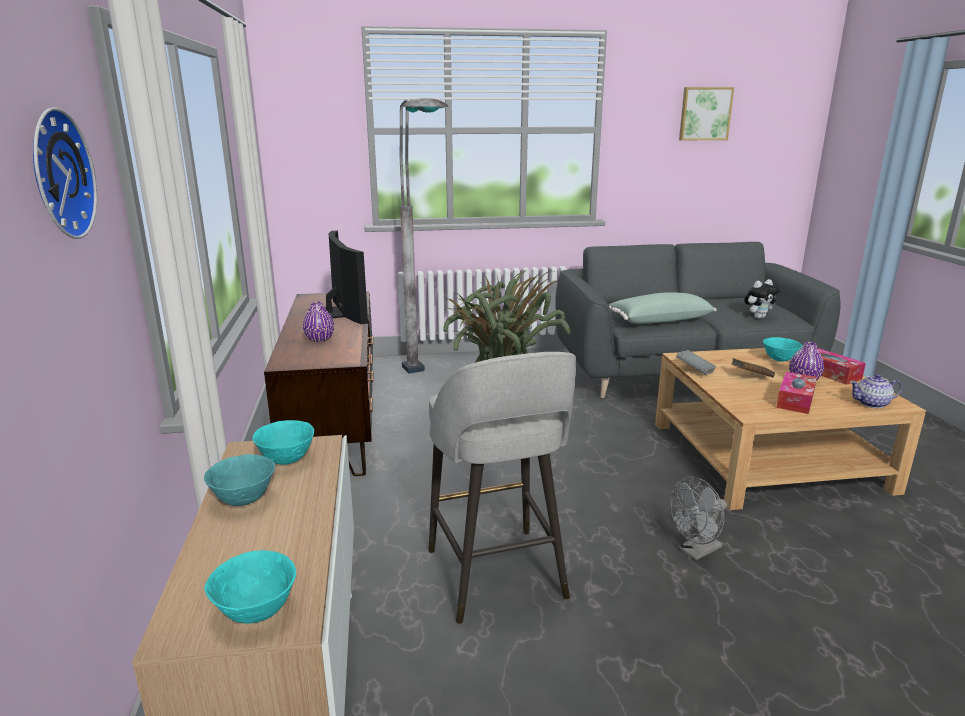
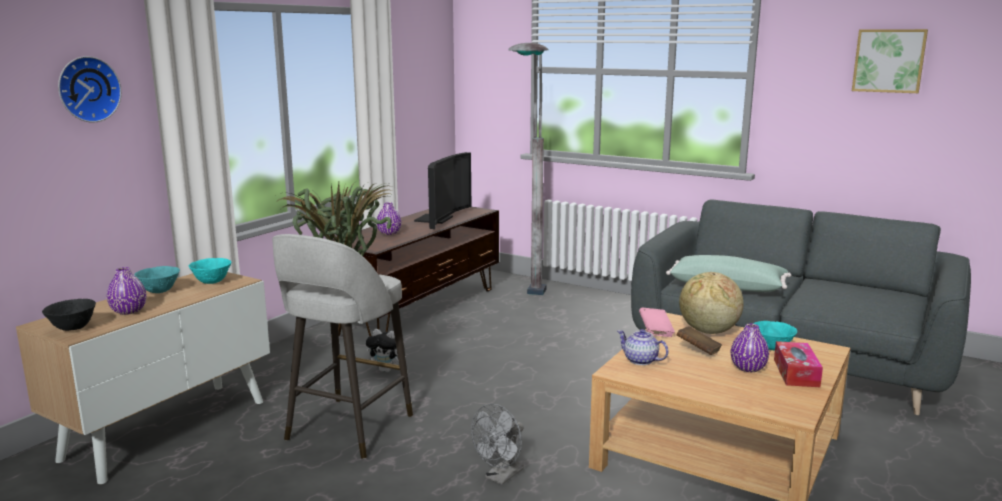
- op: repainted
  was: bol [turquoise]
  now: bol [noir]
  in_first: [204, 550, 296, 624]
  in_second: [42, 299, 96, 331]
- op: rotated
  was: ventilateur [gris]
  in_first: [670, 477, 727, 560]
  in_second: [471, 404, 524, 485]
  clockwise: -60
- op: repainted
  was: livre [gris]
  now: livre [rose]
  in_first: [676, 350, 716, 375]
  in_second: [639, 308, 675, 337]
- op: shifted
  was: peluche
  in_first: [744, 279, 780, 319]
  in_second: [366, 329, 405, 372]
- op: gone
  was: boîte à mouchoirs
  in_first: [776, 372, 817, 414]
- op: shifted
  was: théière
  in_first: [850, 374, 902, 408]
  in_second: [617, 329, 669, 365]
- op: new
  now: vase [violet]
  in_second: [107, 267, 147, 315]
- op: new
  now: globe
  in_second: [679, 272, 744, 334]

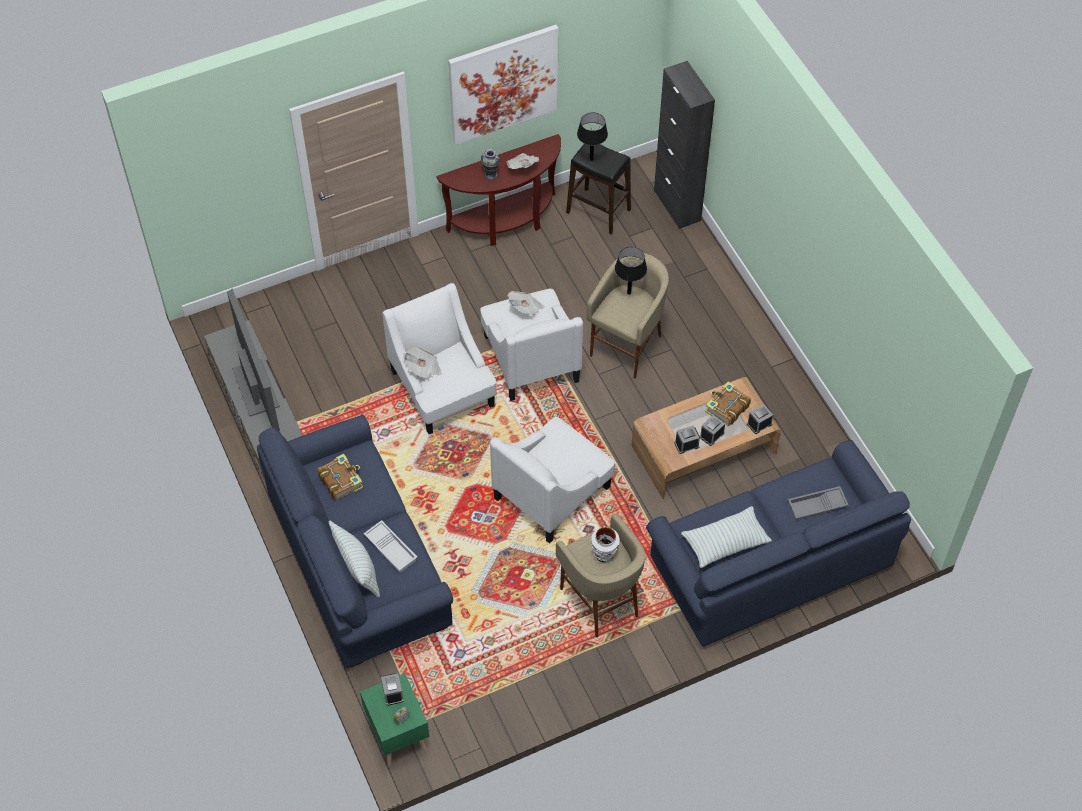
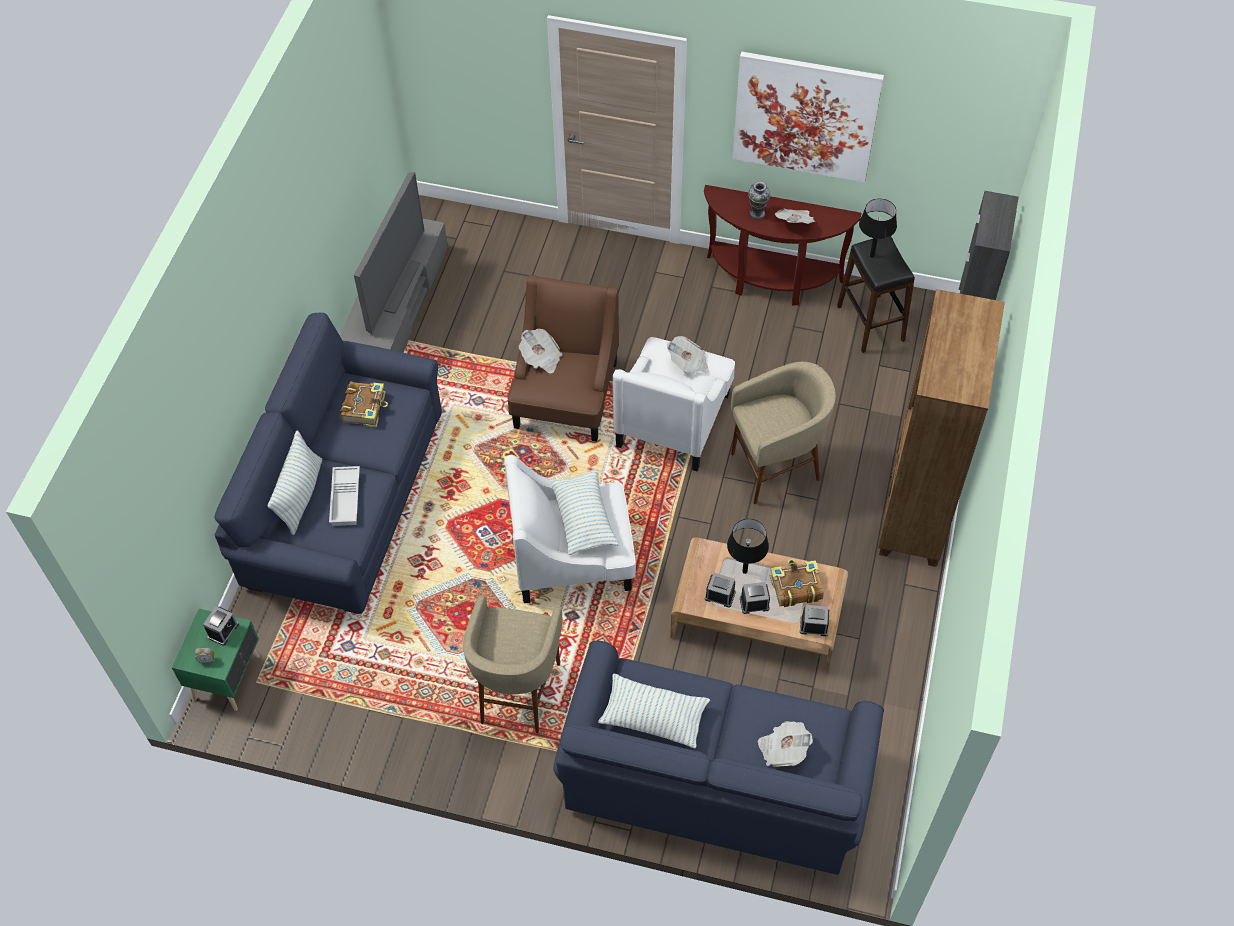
- op: repainted
  was: fauteuil [blanc]
  now: fauteuil [marron]
  in_first: [382, 283, 497, 434]
  in_second: [507, 275, 619, 442]
- op: gone
  was: vase [blanc]
  in_first: [591, 527, 620, 562]
- op: shifted
  was: lampe de table [noir]
  in_first: [615, 247, 647, 295]
  in_second: [727, 519, 769, 574]
- op: swapped
  was: plateau [gris]
  now: journal
  in_first: [788, 486, 849, 521]
  in_second: [758, 721, 813, 767]
- op: new
  now: coussin
  in_second: [549, 469, 619, 555]
- op: new
  now: bibliothèque [marron]
  in_second: [878, 289, 1005, 567]

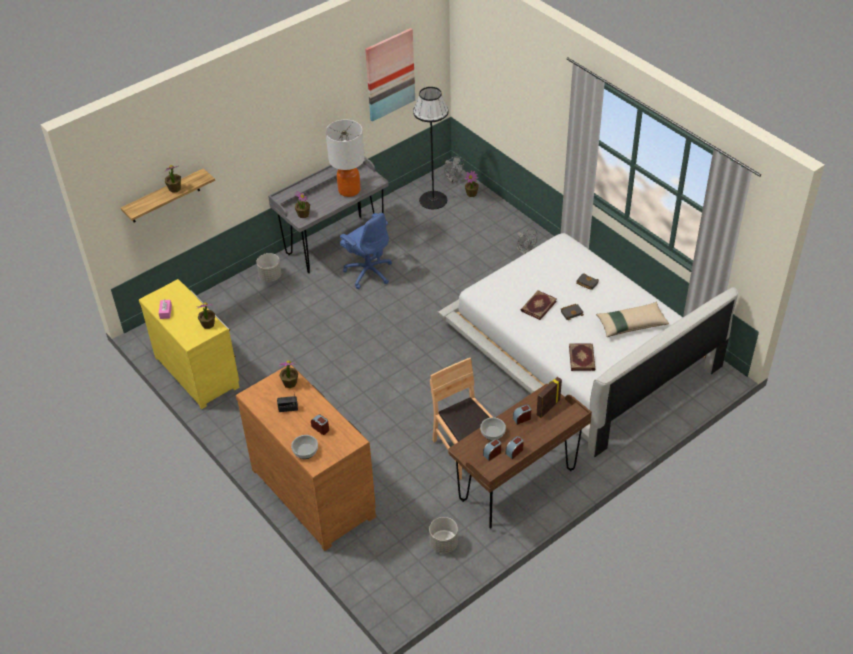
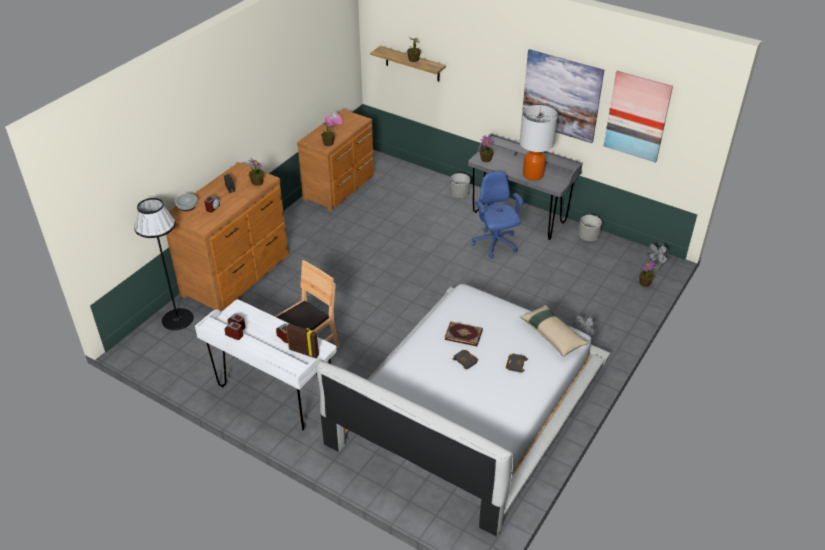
- op: repainted
  was: commode [jaune]
  now: commode [marron]
  in_first: [139, 279, 239, 409]
  in_second: [297, 109, 374, 211]
- op: rotated
  was: chaise de bureau [bleu]
  in_first: [340, 213, 392, 289]
  in_second: [472, 171, 524, 259]
  clockwise: 135
- op: shifted
  was: lampadaire [noir]
  in_first: [413, 87, 449, 209]
  in_second: [134, 198, 194, 330]
- op: shifted
  was: cache-pot [gris]
  in_first: [429, 517, 458, 553]
  in_second: [578, 215, 602, 241]
- op: repainted
  was: bureau [marron]
  now: bureau [blanc]
  in_first: [448, 384, 592, 528]
  in_second: [195, 299, 337, 430]
- op: gone
  was: bol
  in_first: [480, 417, 506, 441]
- op: gone
  was: livre
  in_first: [569, 343, 595, 371]
- op: shifted
  was: coussin [beige]
  in_first: [596, 302, 669, 337]
  in_second: [520, 305, 589, 357]
- op: new
  now: tableau
  in_second: [522, 49, 604, 143]

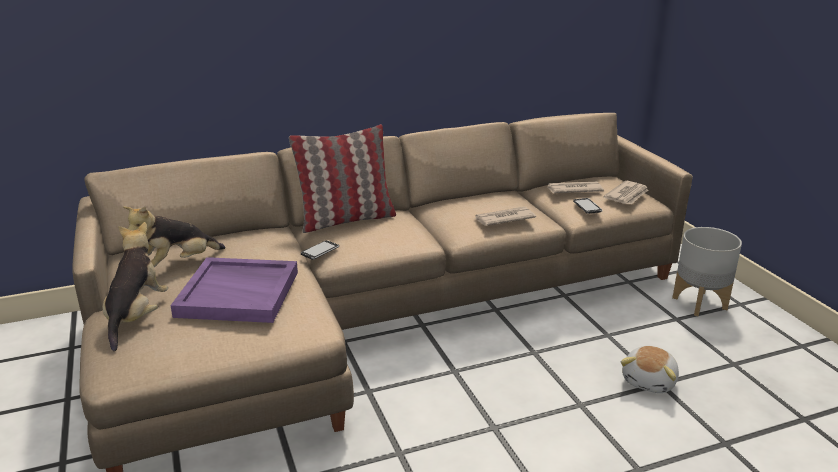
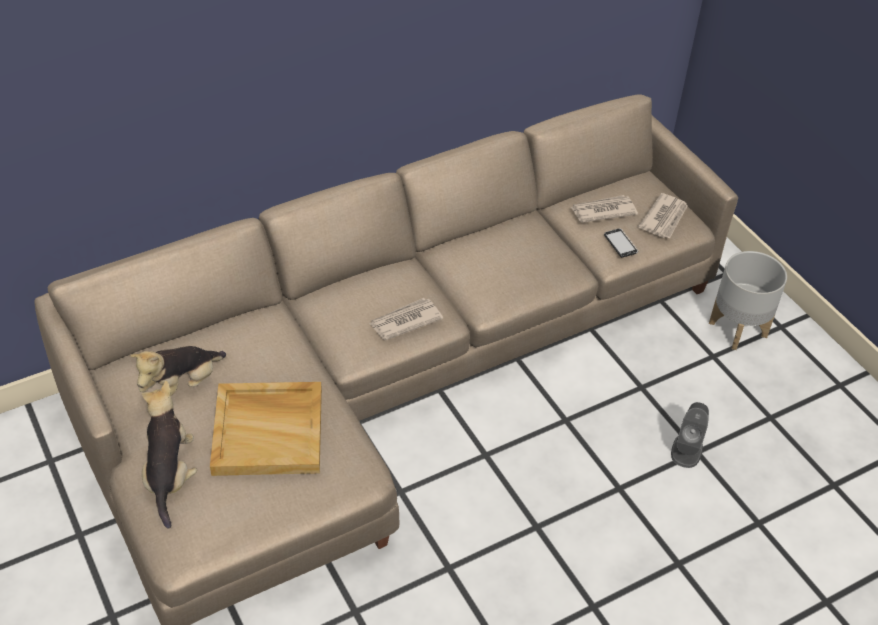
- op: repainted
  was: plateau [violet]
  now: plateau [beige]
  in_first: [170, 257, 298, 323]
  in_second: [210, 382, 322, 476]
- op: gone
  was: coussin
  in_first: [289, 124, 396, 233]
- op: gone
  was: téléphone
  in_first: [301, 240, 339, 260]
- op: shifted
  was: journal
  in_first: [473, 207, 536, 226]
  in_second: [369, 298, 443, 341]
- op: swapped
  was: peluche
  now: enceinte [gris]
  in_first: [621, 346, 679, 393]
  in_second: [671, 402, 709, 468]

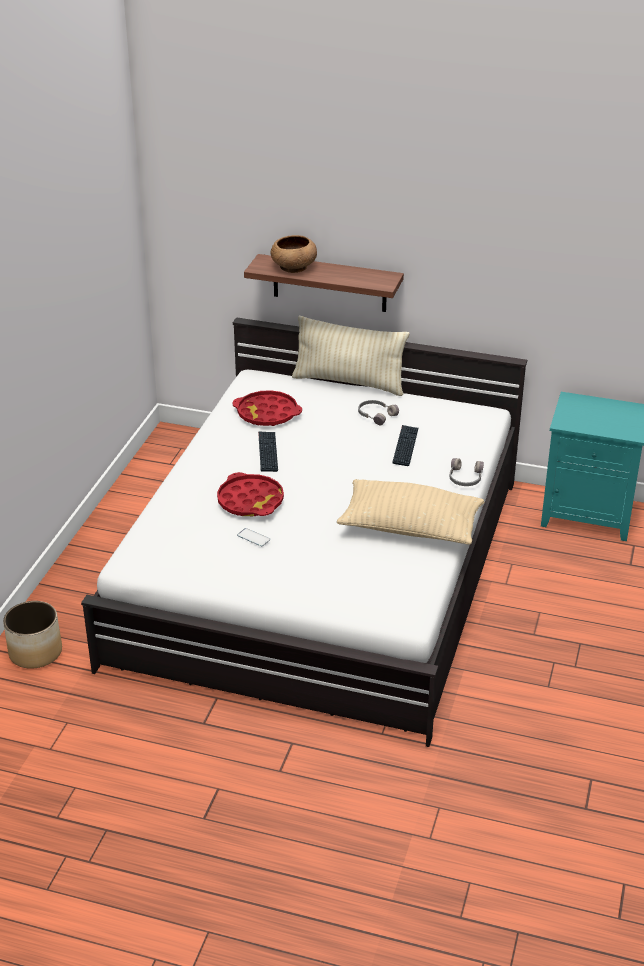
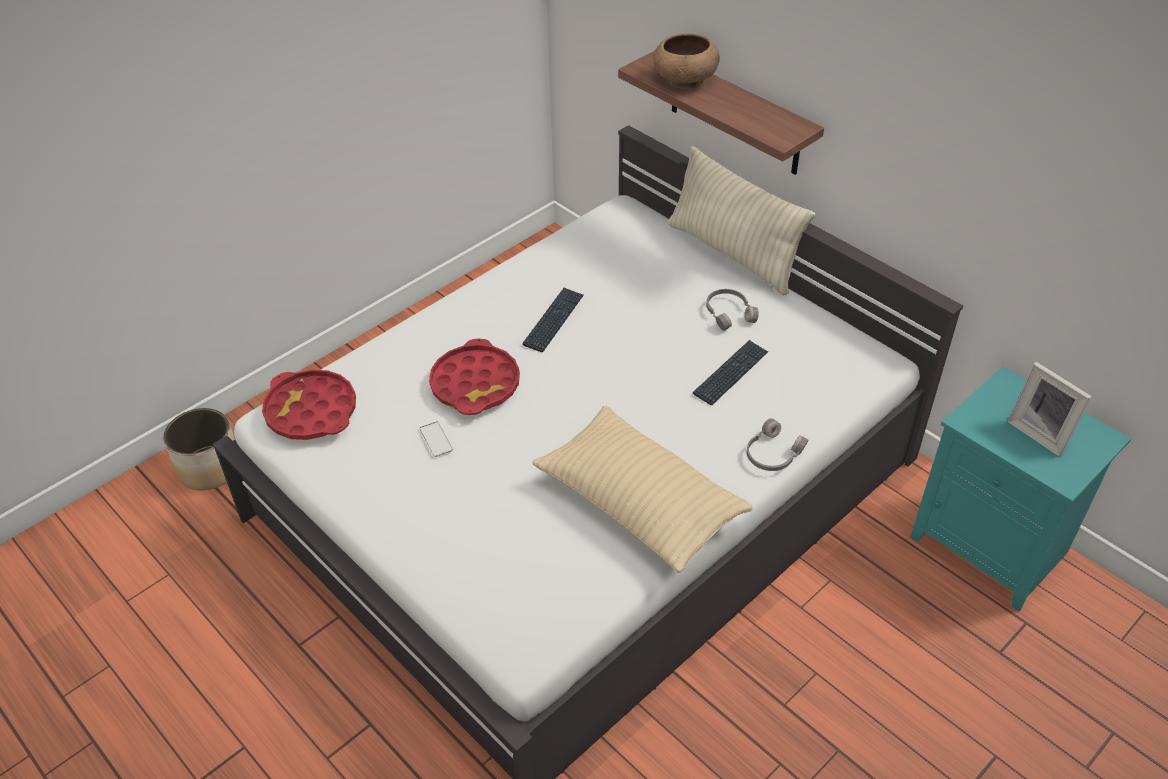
- op: shifted
  was: plateau [rouge]
  in_first: [232, 390, 302, 426]
  in_second: [262, 370, 356, 440]
- op: new
  now: cadre photo
  in_second: [1008, 362, 1092, 457]

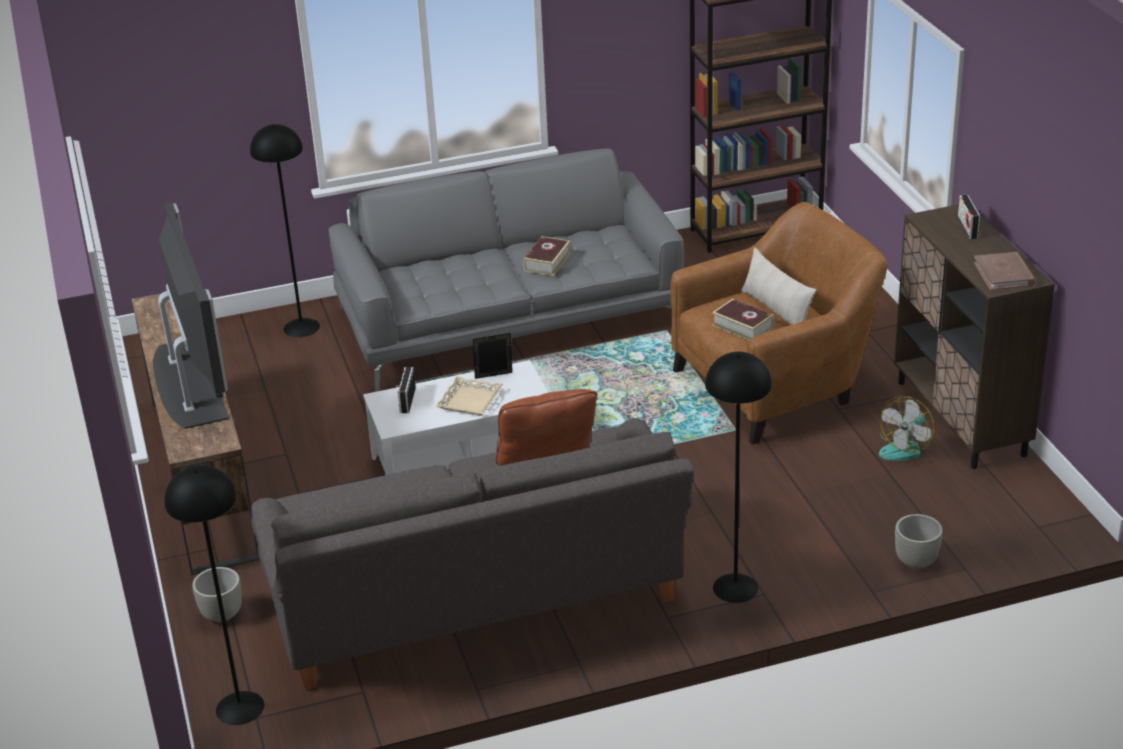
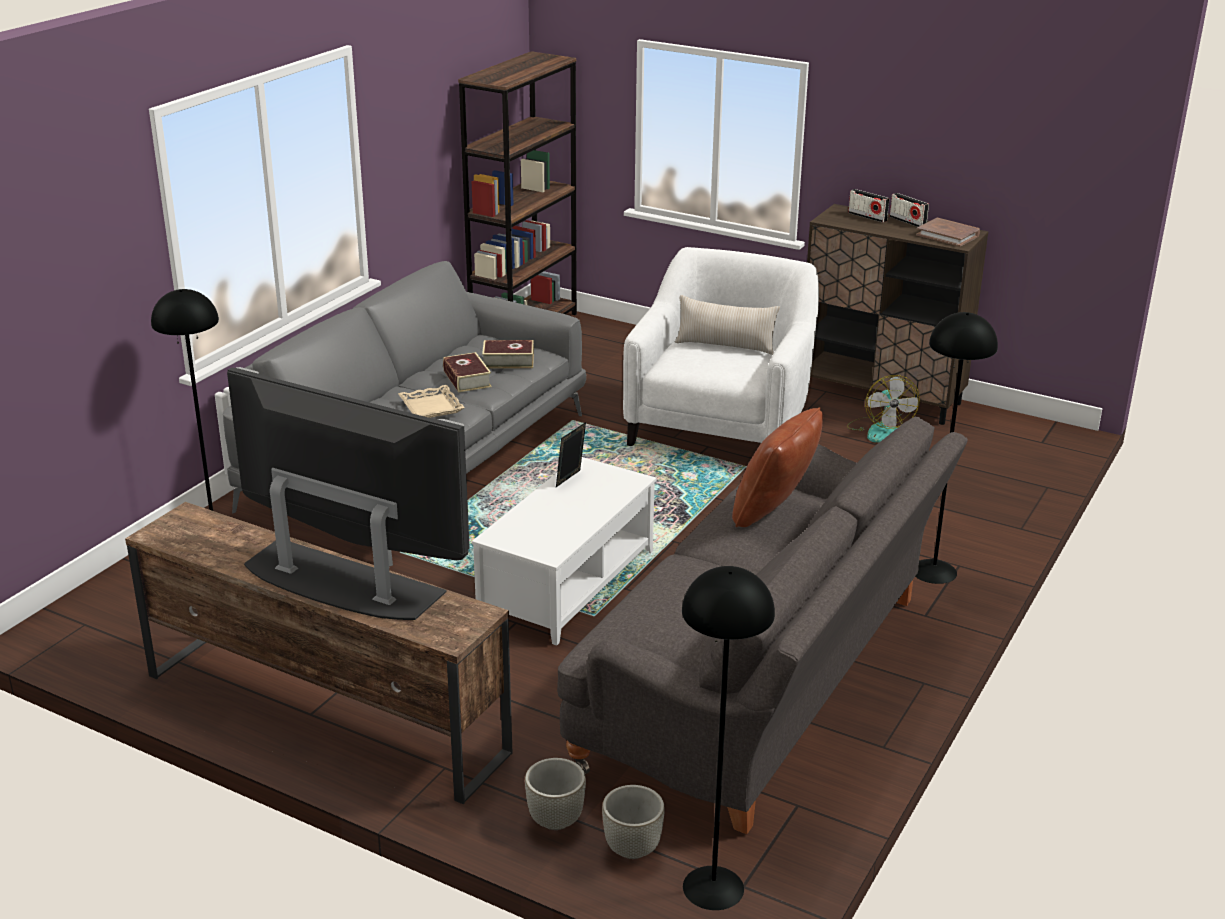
- op: shifted
  was: radio
  in_first: [398, 367, 416, 413]
  in_second: [890, 193, 929, 227]
- op: shifted
  was: plateau [beige]
  in_first: [436, 376, 503, 416]
  in_second: [398, 385, 465, 418]
- op: repainted
  was: fauteuil [marron]
  now: fauteuil [blanc]
  in_first: [670, 202, 888, 445]
  in_second: [623, 247, 819, 446]
- op: shifted
  was: livre
  in_first: [712, 299, 774, 341]
  in_second: [482, 340, 534, 369]
- op: shifted
  was: cache-pot [gris]
  in_first: [895, 514, 943, 569]
  in_second: [602, 785, 665, 859]

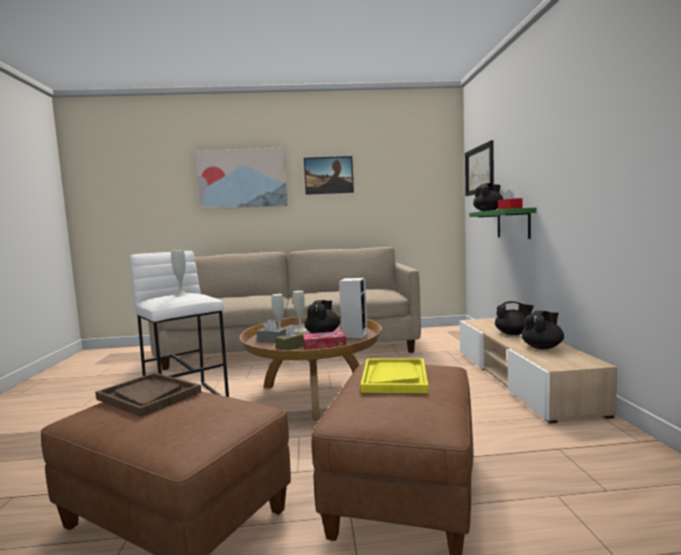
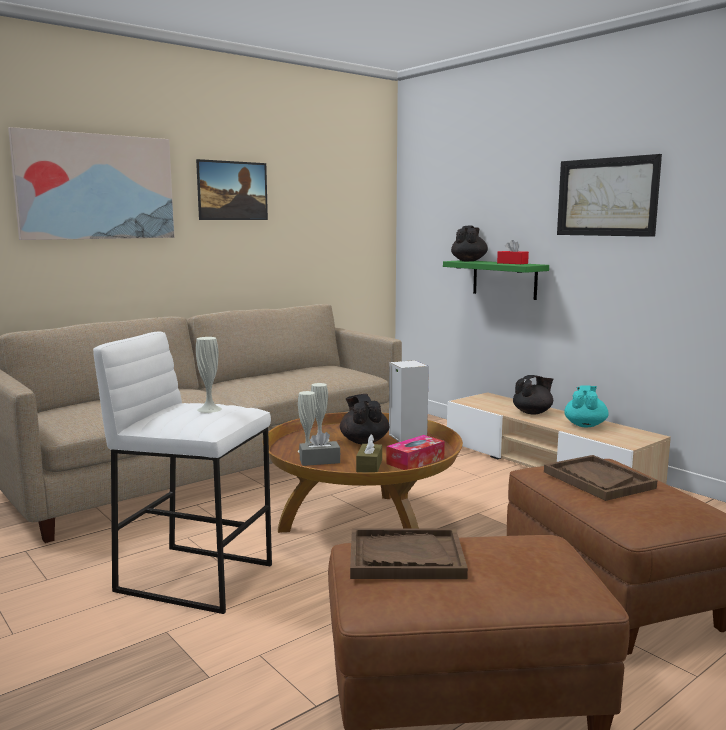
- op: repainted
  was: plateau [jaune]
  now: plateau [marron]
  in_first: [360, 358, 428, 393]
  in_second: [544, 455, 657, 501]
- op: shifted
  was: tableau
  in_first: [465, 140, 494, 196]
  in_second: [557, 154, 662, 237]
- op: repainted
  was: théière [noir]
  now: théière [turquoise]
  in_first: [522, 311, 564, 349]
  in_second: [564, 385, 609, 427]

